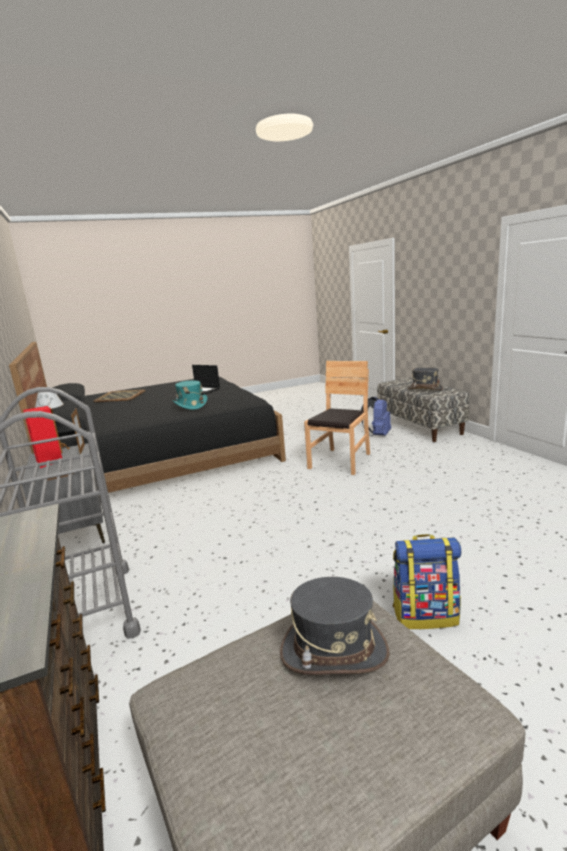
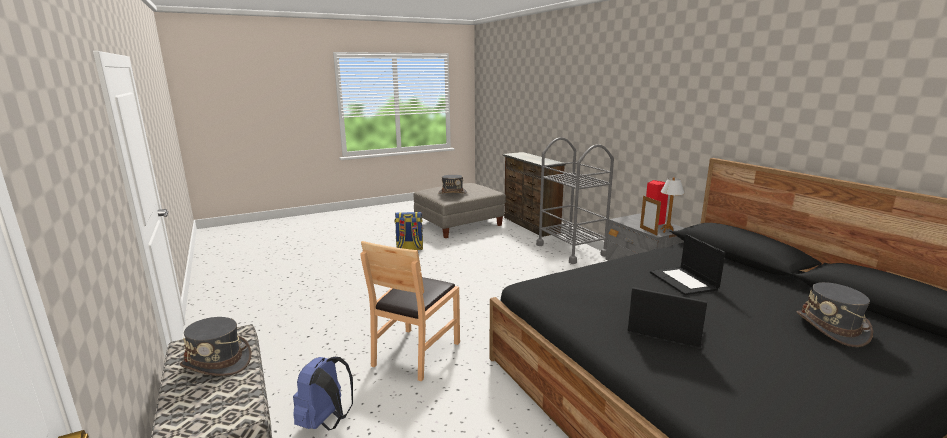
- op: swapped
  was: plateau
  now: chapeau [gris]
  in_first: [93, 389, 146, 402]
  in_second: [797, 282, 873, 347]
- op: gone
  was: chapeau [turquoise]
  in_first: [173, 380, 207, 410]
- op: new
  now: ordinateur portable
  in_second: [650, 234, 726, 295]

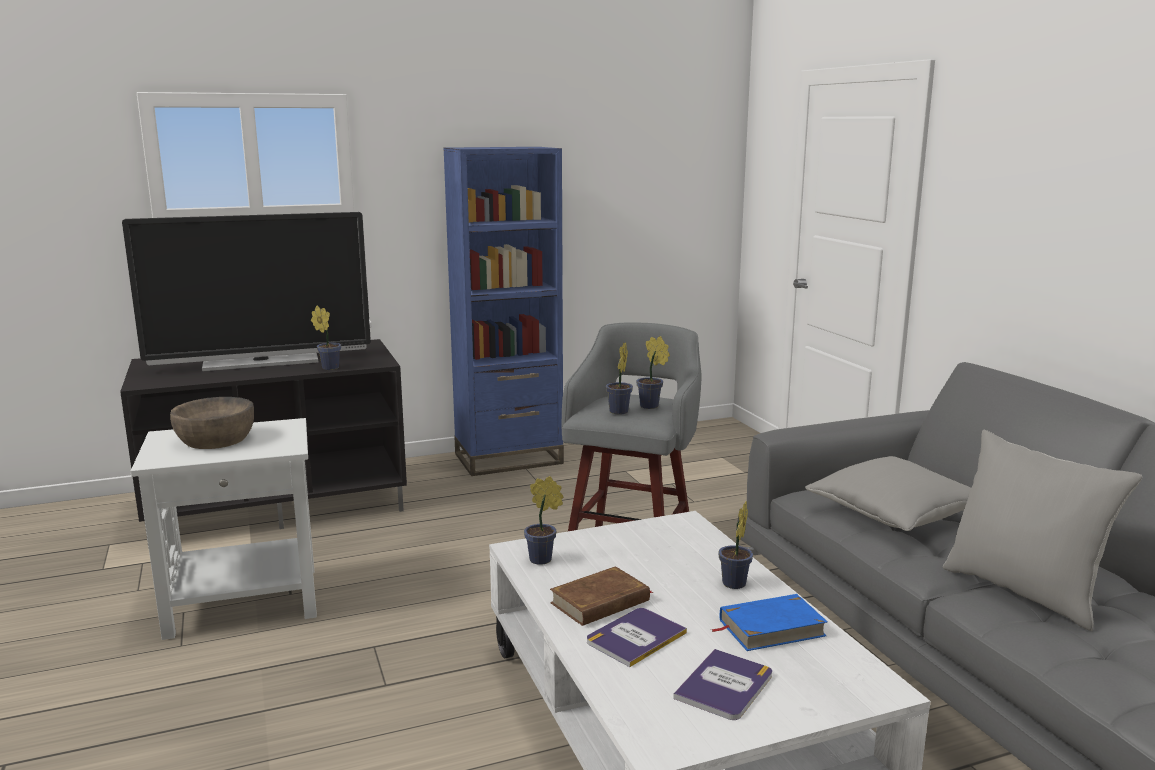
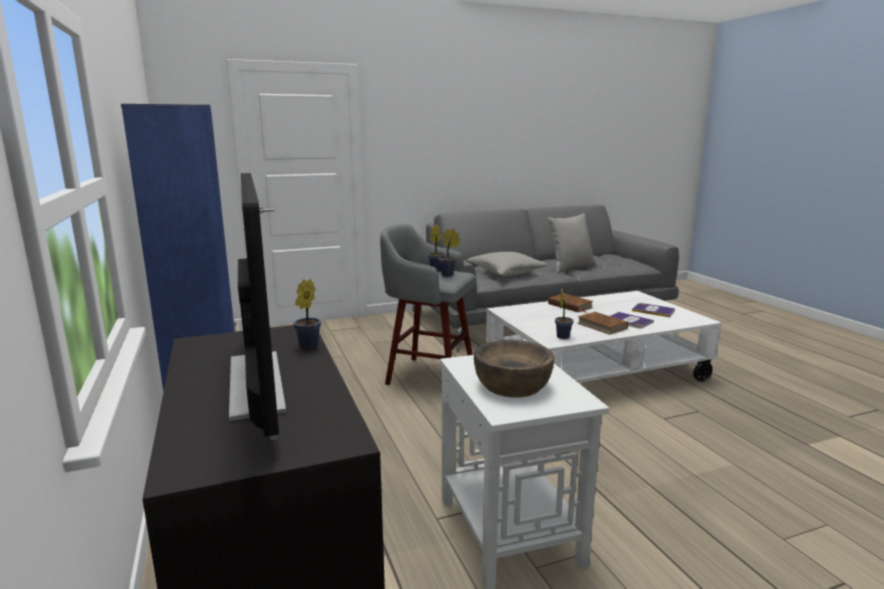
- op: gone
  was: livre [bleu]
  in_first: [711, 594, 827, 651]
- op: swapped
  was: plante en pot
  now: livre [marron]
  in_first: [718, 502, 753, 589]
  in_second: [548, 293, 593, 313]

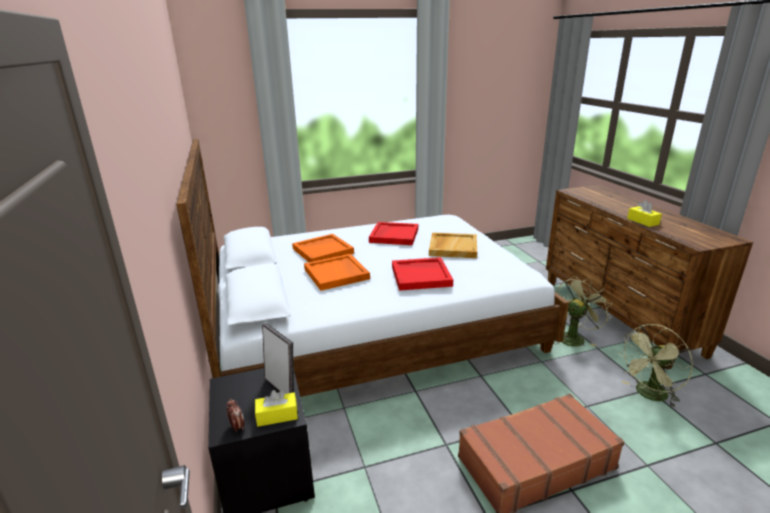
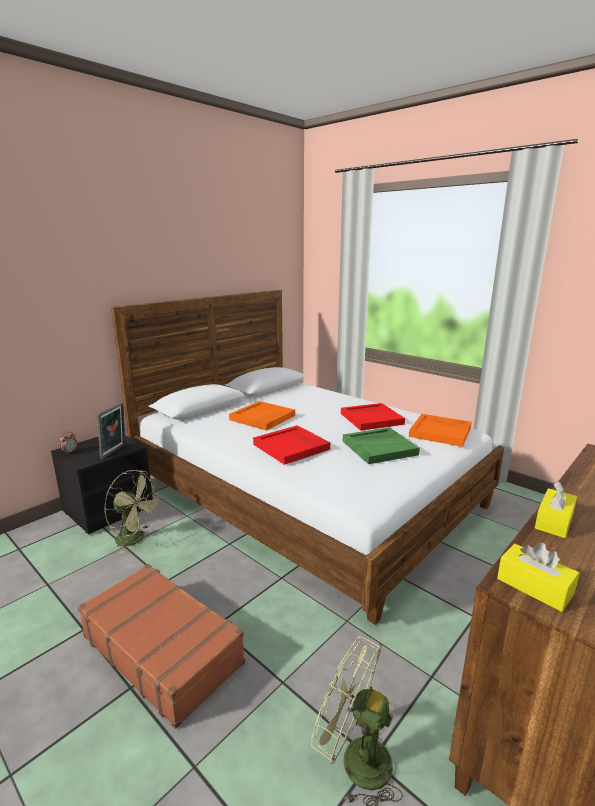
- op: shifted
  was: boîte à mouchoirs [jaune]
  in_first: [255, 390, 298, 427]
  in_second: [497, 543, 579, 612]
- op: shifted
  was: plateau [orange]
  in_first: [292, 234, 354, 262]
  in_second: [409, 414, 472, 447]
- op: repainted
  was: plateau [beige]
  now: plateau [vert]
  in_first: [429, 232, 477, 258]
  in_second: [343, 427, 420, 464]
- op: shifted
  was: ventilateur [vert]
  in_first: [554, 276, 612, 347]
  in_second: [104, 470, 162, 555]

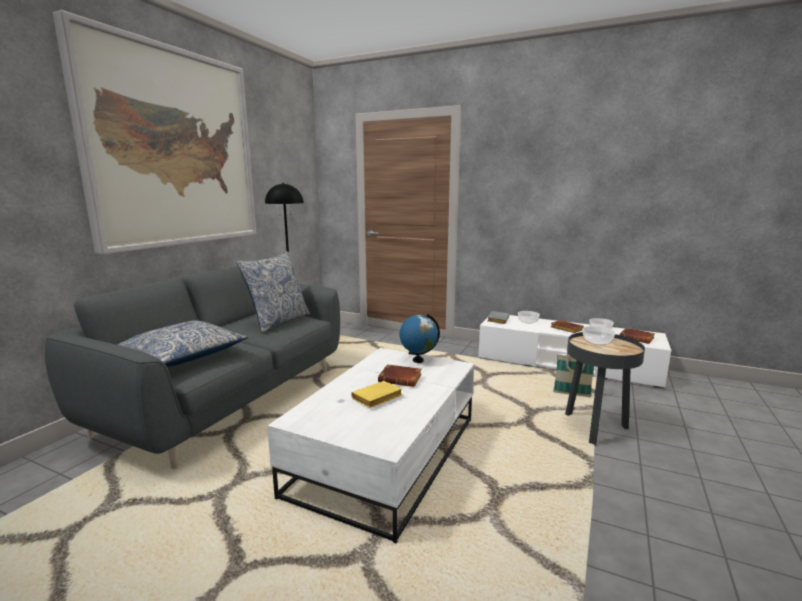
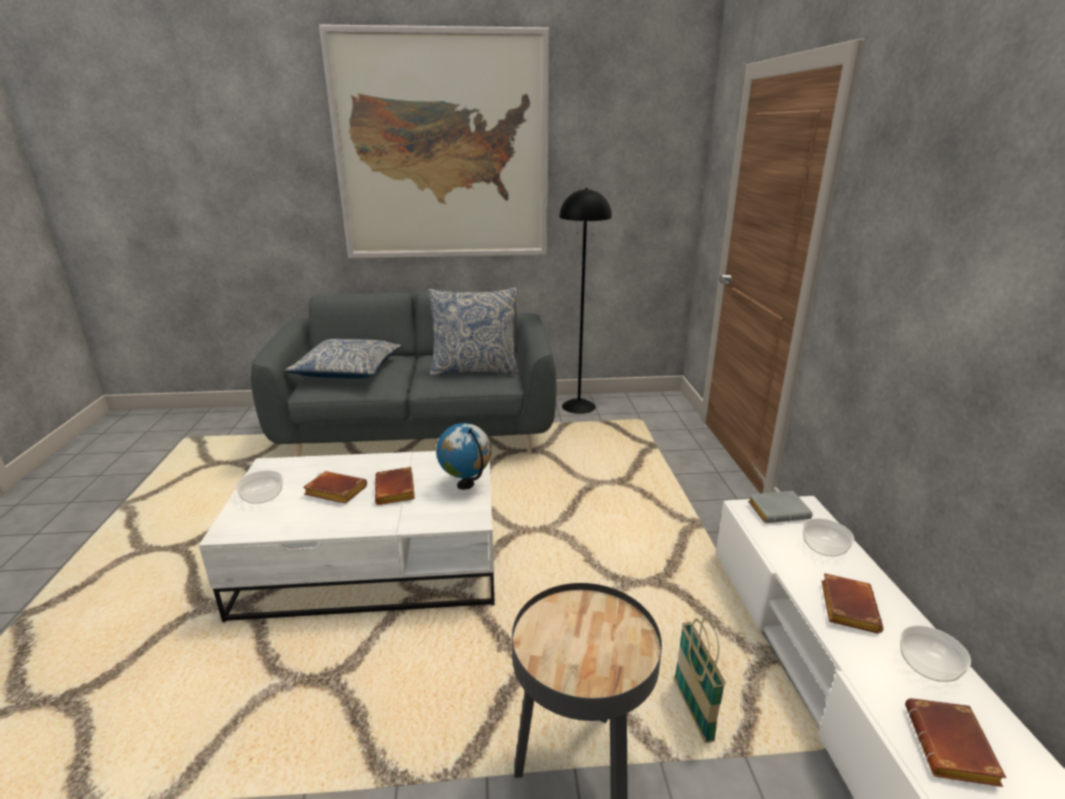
- op: repainted
  was: livre [jaune]
  now: livre [marron]
  in_first: [351, 381, 402, 408]
  in_second: [303, 471, 367, 504]
- op: shifted
  was: bol
  in_first: [582, 326, 615, 345]
  in_second: [236, 470, 283, 504]

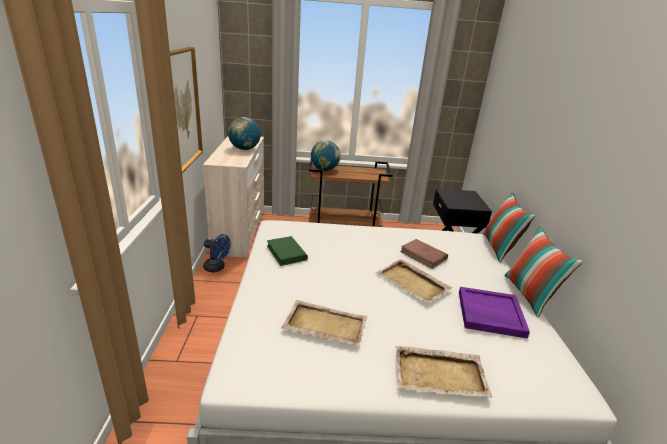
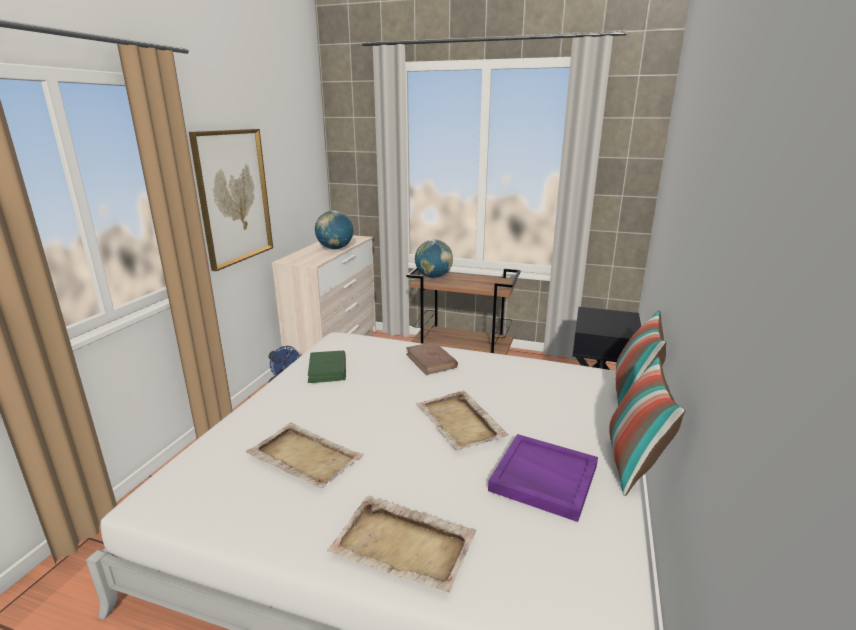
- op: shifted
  was: livre [marron]
  in_first: [400, 239, 448, 269]
  in_second: [406, 342, 458, 375]

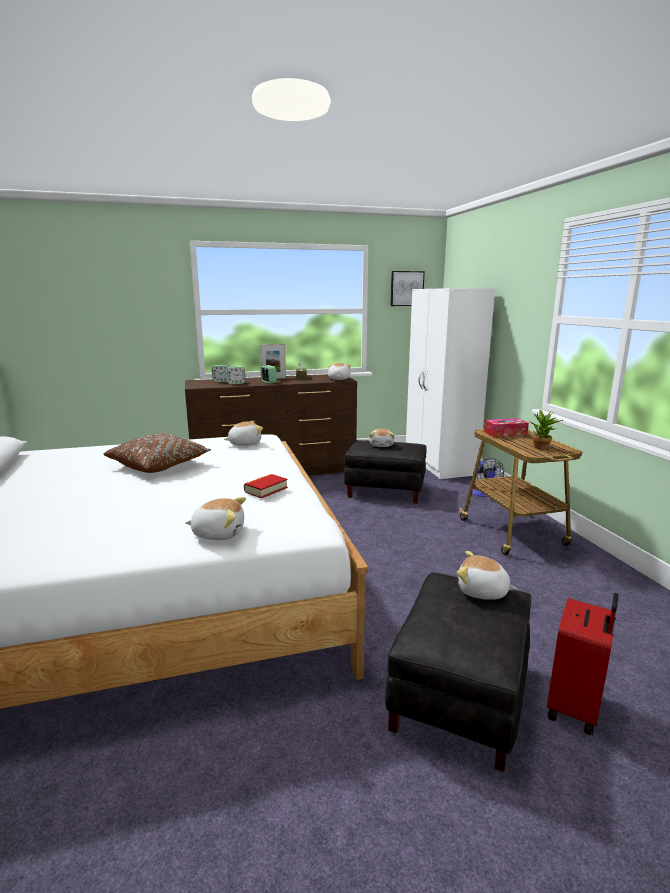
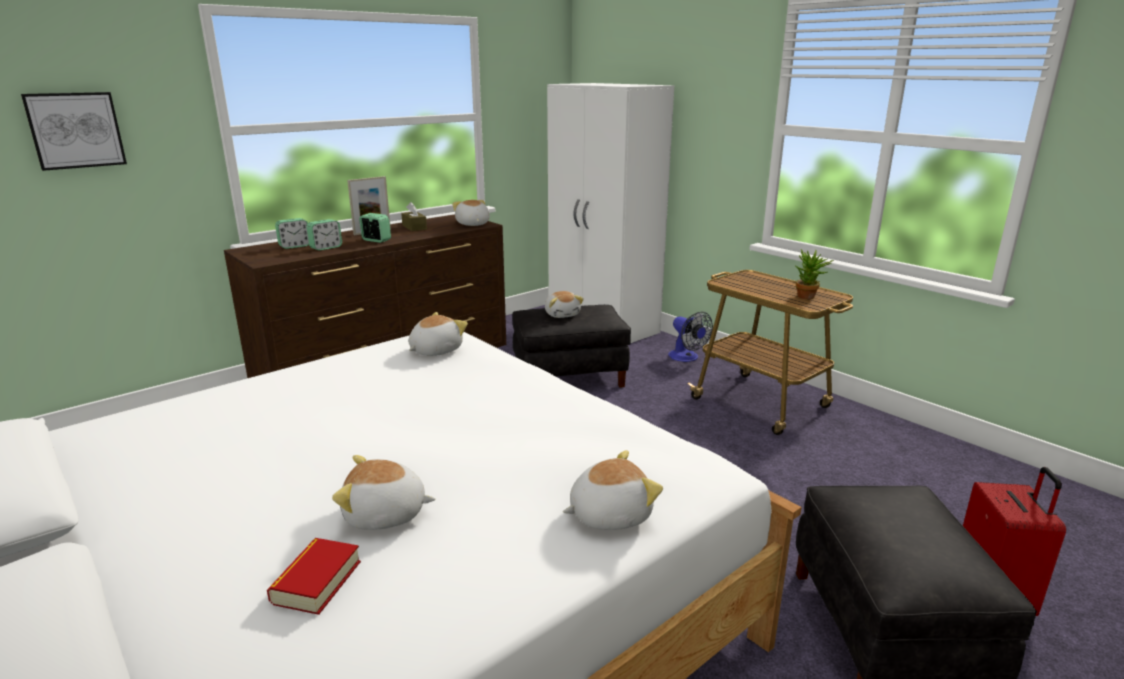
- op: gone
  was: coussin [marron]
  in_first: [104, 434, 211, 473]
- op: shifted
  was: livre
  in_first: [244, 474, 288, 498]
  in_second: [267, 538, 361, 615]
- op: shifted
  was: tableau
  in_first: [390, 271, 425, 306]
  in_second: [21, 92, 127, 171]
- op: shifted
  was: peluche
  in_first: [457, 551, 517, 600]
  in_second: [332, 455, 436, 530]
- op: gone
  was: boîte à mouchoirs
  in_first: [484, 418, 529, 437]

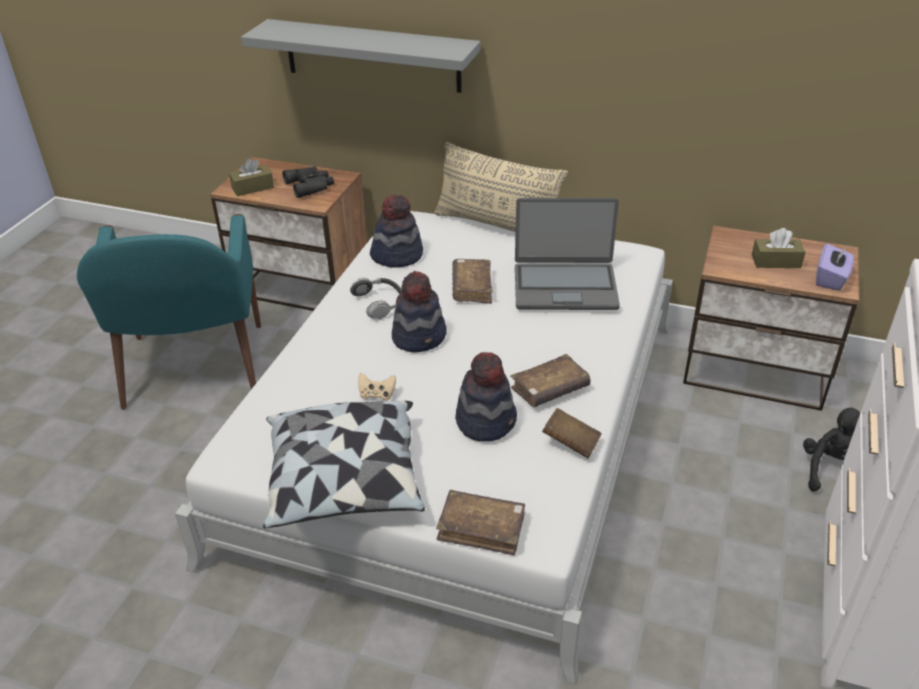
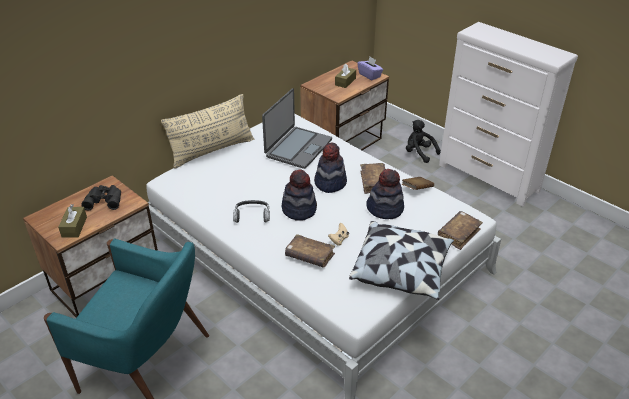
- op: gone
  was: étagère [gris]
  in_first: [241, 19, 480, 93]
- op: shifted
  was: chapeau
  in_first: [370, 195, 423, 268]
  in_second: [314, 143, 347, 193]
- op: shifted
  was: livre [marron]
  in_first: [452, 259, 493, 304]
  in_second: [285, 234, 335, 268]

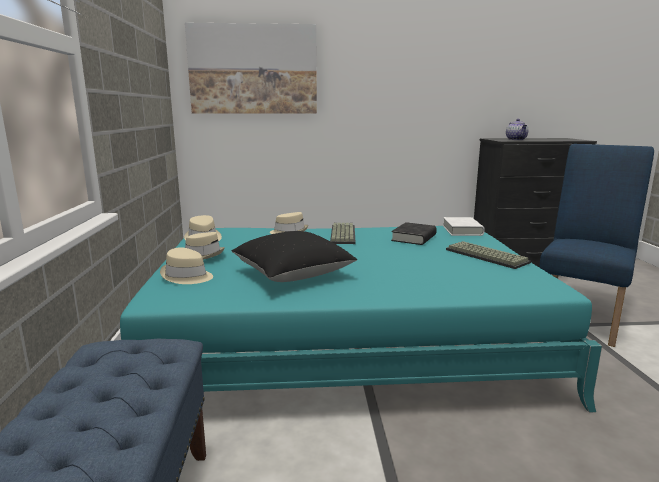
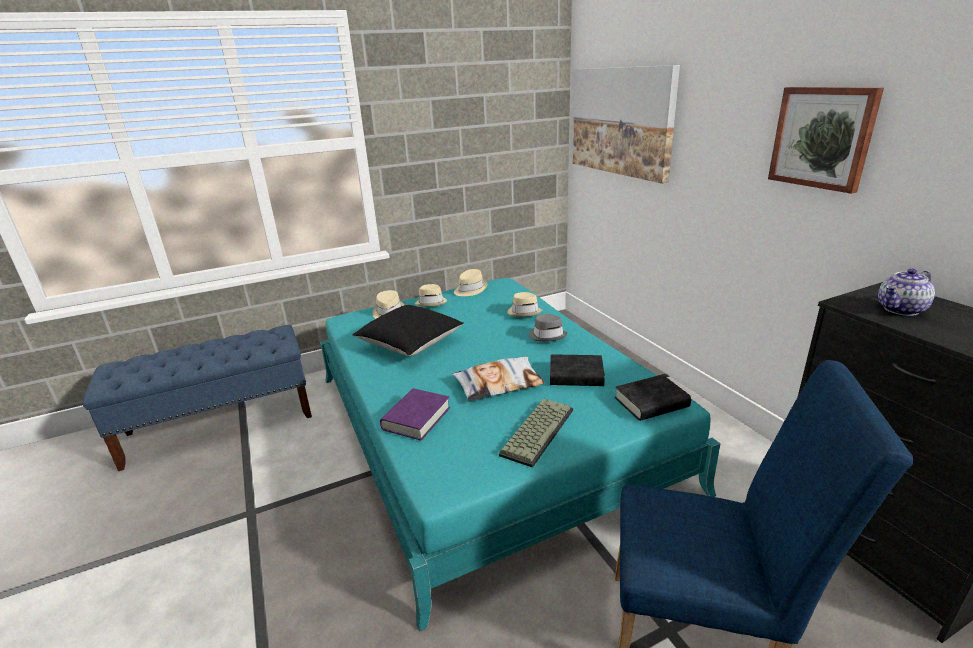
- op: swapped
  was: clavier
  now: chapeau [gris]
  in_first: [330, 223, 356, 244]
  in_second: [529, 314, 568, 342]
- op: repainted
  was: livre [blanc]
  now: livre [noir]
  in_first: [443, 217, 485, 236]
  in_second: [615, 374, 691, 421]
- op: new
  now: livre [violet]
  in_second: [380, 389, 450, 440]
- op: new
  now: coussin
  in_second: [452, 357, 545, 401]
- op: new
  now: tableau
  in_second: [768, 87, 884, 194]

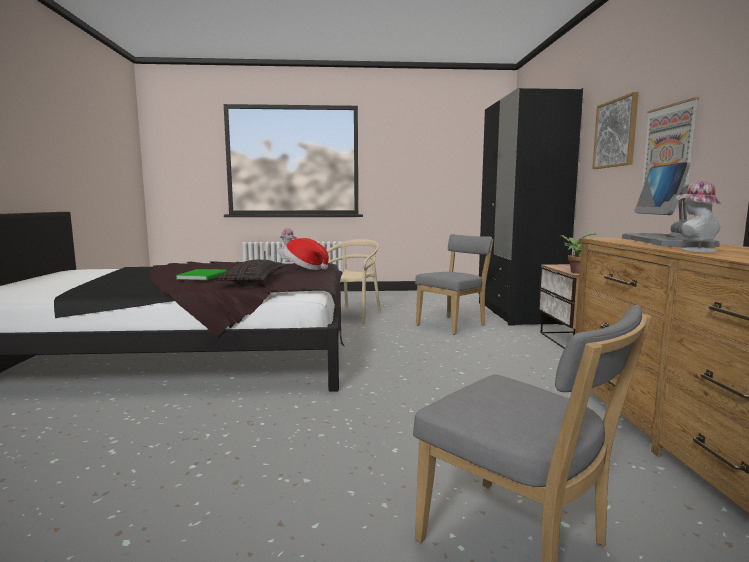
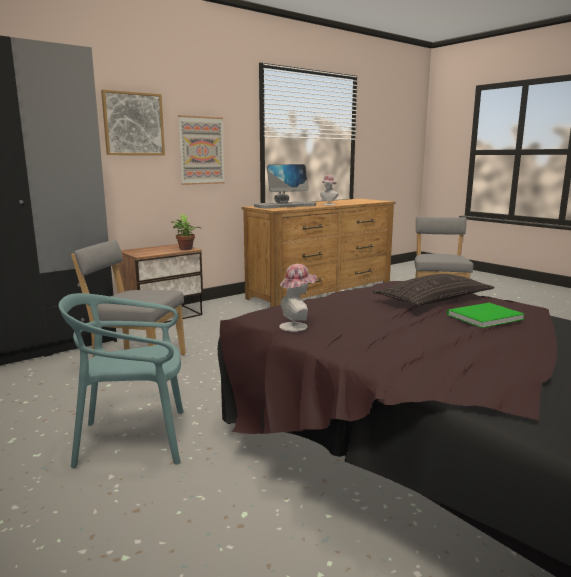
- op: gone
  was: chapeau
  in_first: [283, 238, 329, 270]
- op: repainted
  was: chaise [beige]
  now: chaise [turquoise]
  in_first: [327, 239, 381, 324]
  in_second: [59, 293, 184, 468]

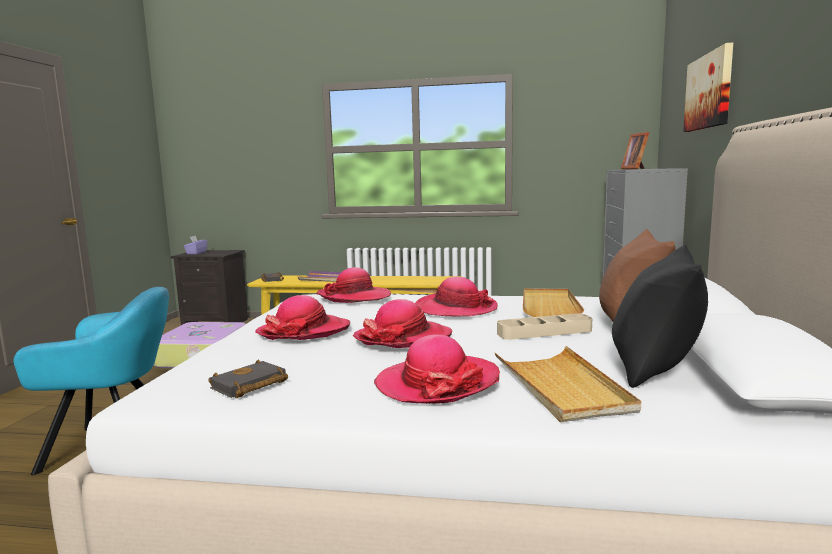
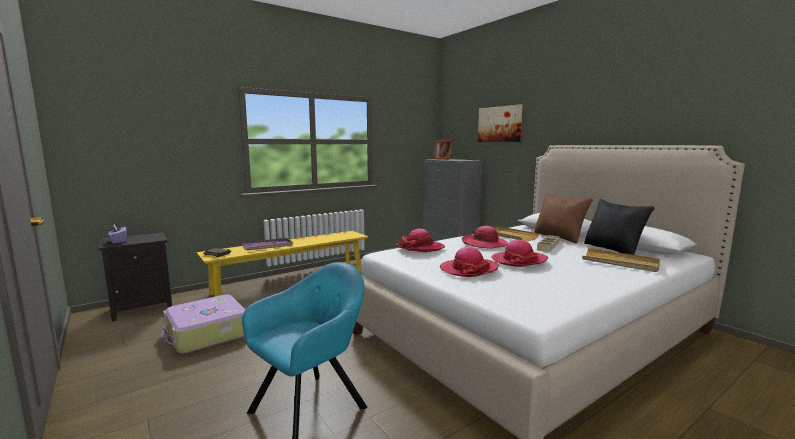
- op: gone
  was: livre [noir]
  in_first: [208, 360, 288, 398]
- op: gone
  was: chapeau
  in_first: [374, 334, 500, 404]

